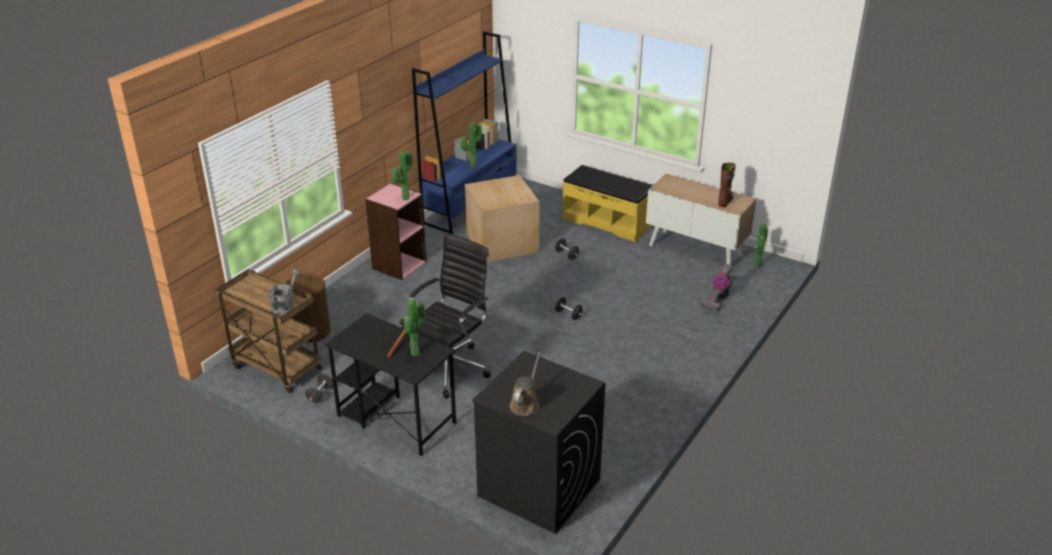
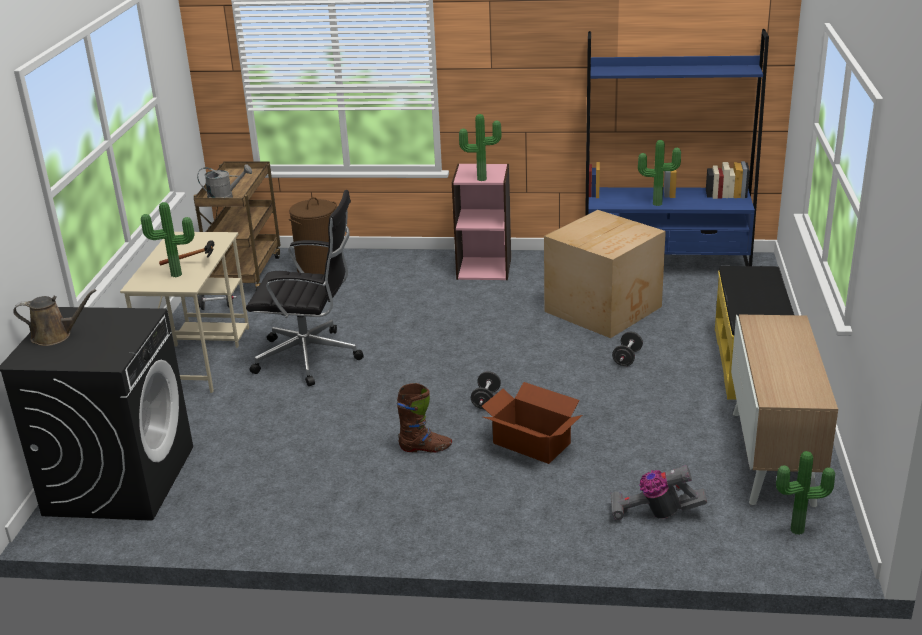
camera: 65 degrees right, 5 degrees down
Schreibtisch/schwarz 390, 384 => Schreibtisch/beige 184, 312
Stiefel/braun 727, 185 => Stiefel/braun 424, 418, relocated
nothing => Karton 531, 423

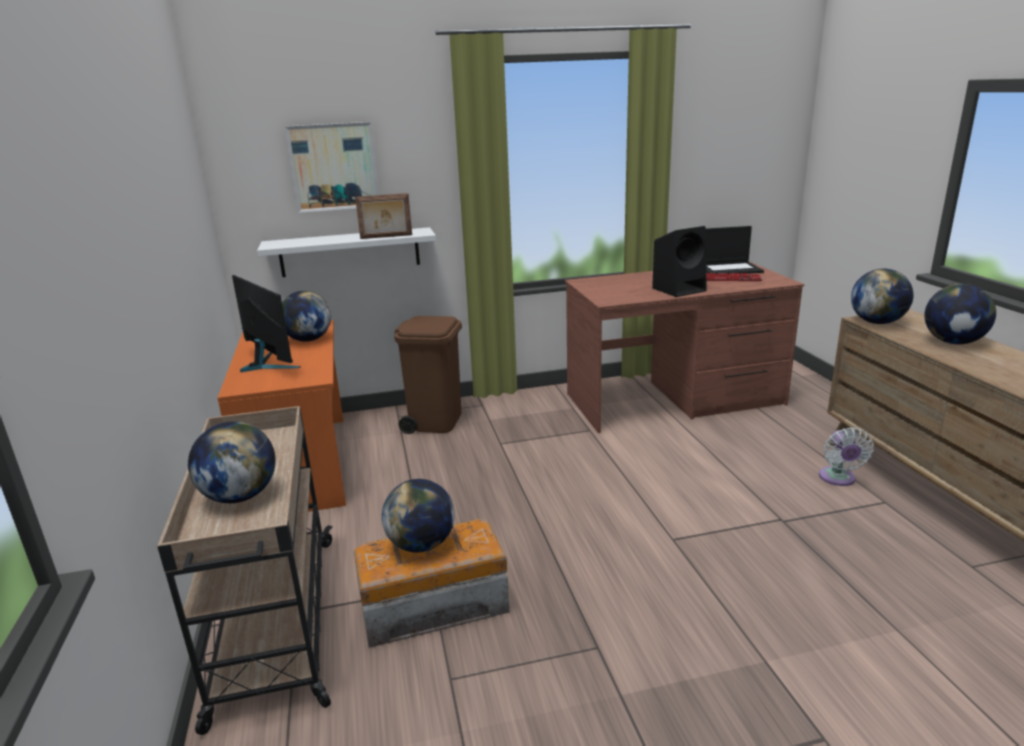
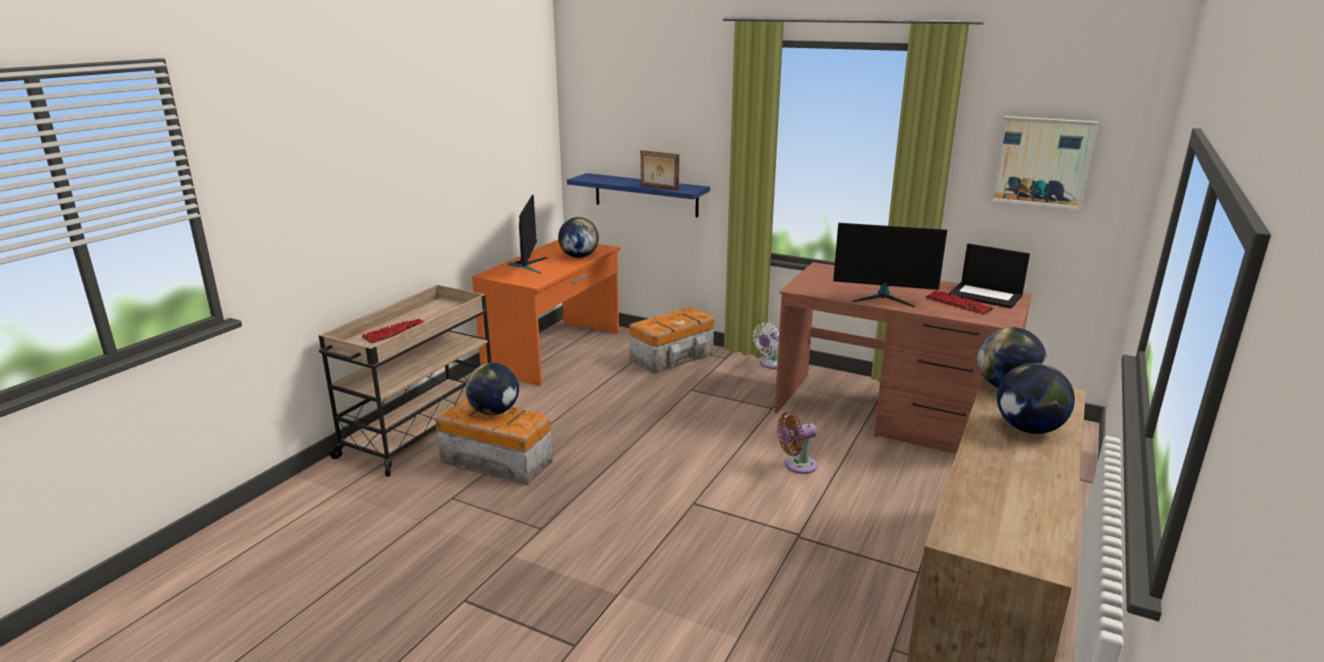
camera: 40 degrees right, 0 degrees up
Globus 232, 462 => Tastatur 392, 330
Wandregal/weiß 346, 252 => Wandregal/blau 638, 195
Bild 332, 167 => Bild 1044, 163, relocated
Mülleimer/braun 428, 375 => Aufbewahrungsbox 671, 339
Lautsprecher/schwarz 679, 261 => Monitor 890, 265
Ventilator/weiß 846, 456 => Ventilator/weiß 766, 346, relocated
nothing => Ventilator/braun 797, 443

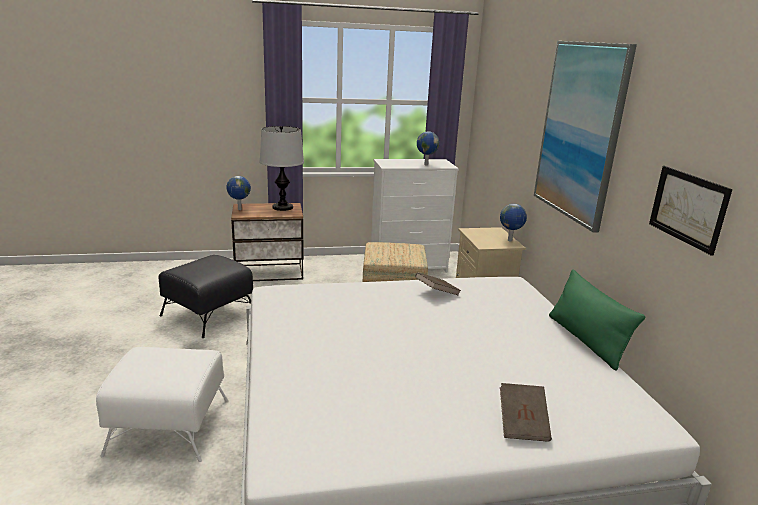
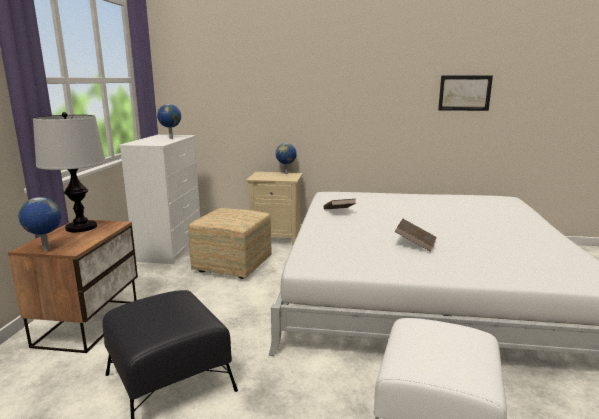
camera: 70 degrees left, 5 degrees down
Buch/braun 526, 412 => Buch/braun 416, 235, relocated
Bild 585, 136 => nothing
Kissen/grün 597, 319 => nothing

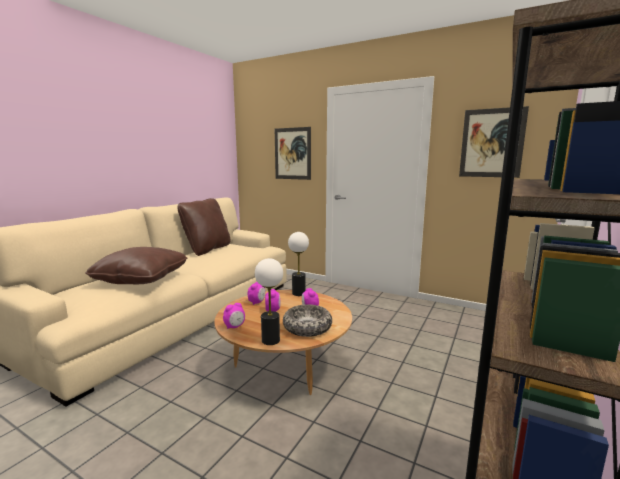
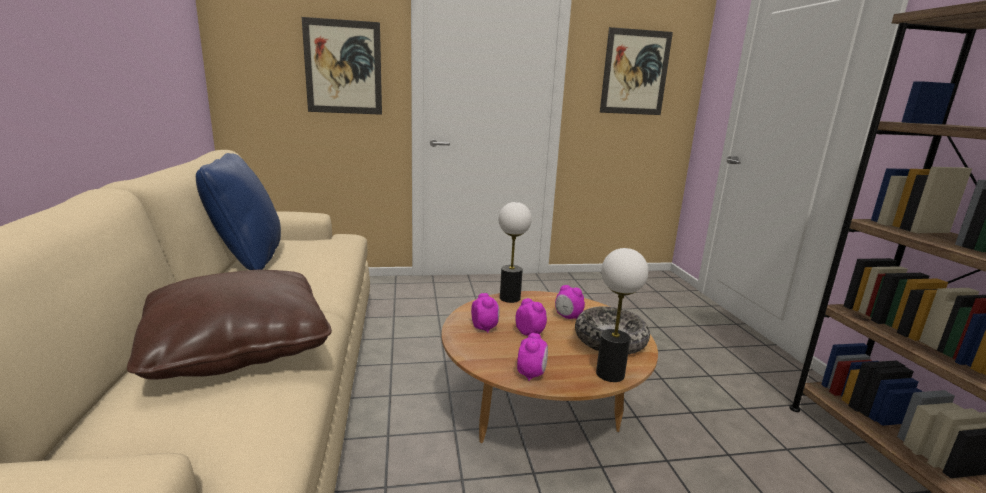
camera: 40 degrees left, 5 degrees up
Kissen/braun 204, 227 => Kissen/blau 238, 211

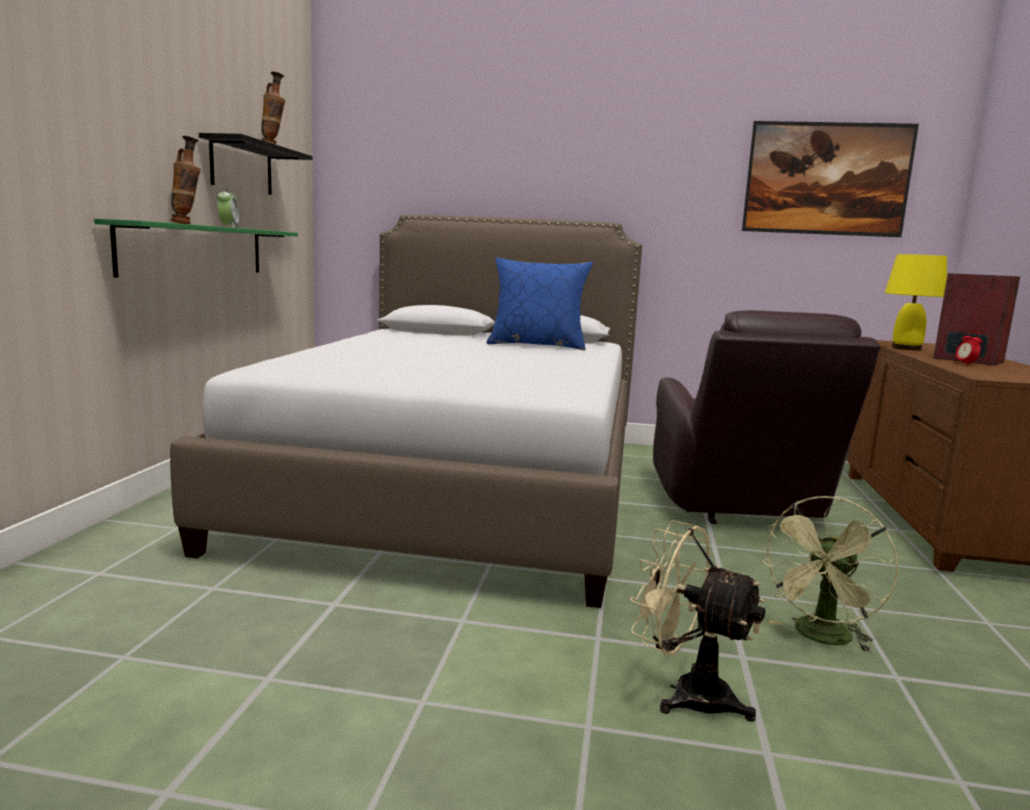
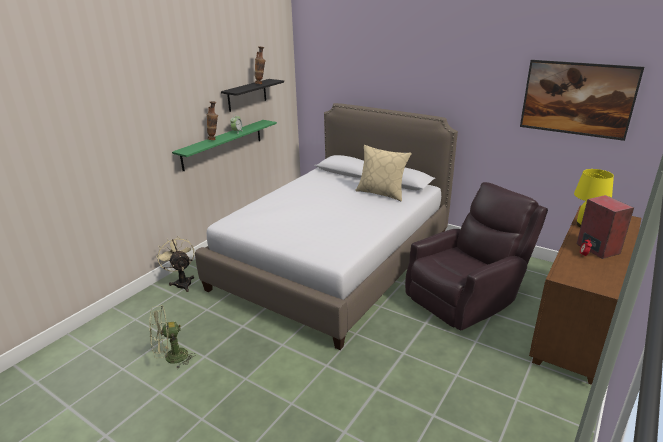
camera: 25 degrees right, 15 degrees up
Kissen/blau 540, 303 => Kissen/beige 383, 173
Ventilator/beige 697, 621 => Ventilator/beige 175, 264, relocated
Sessel/braun 766, 417 => Sessel/braun 476, 256, 150 degrees counterclockwise
Ventilator/grün 829, 574 => Ventilator/grün 172, 337, relocated

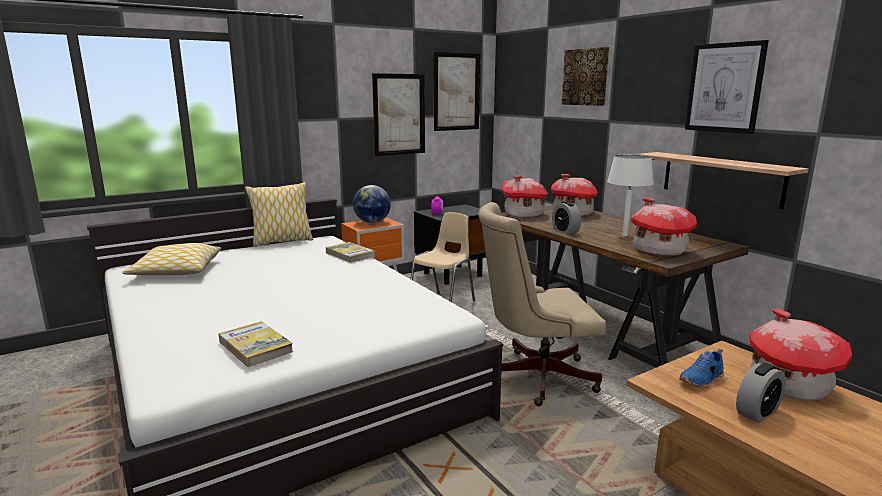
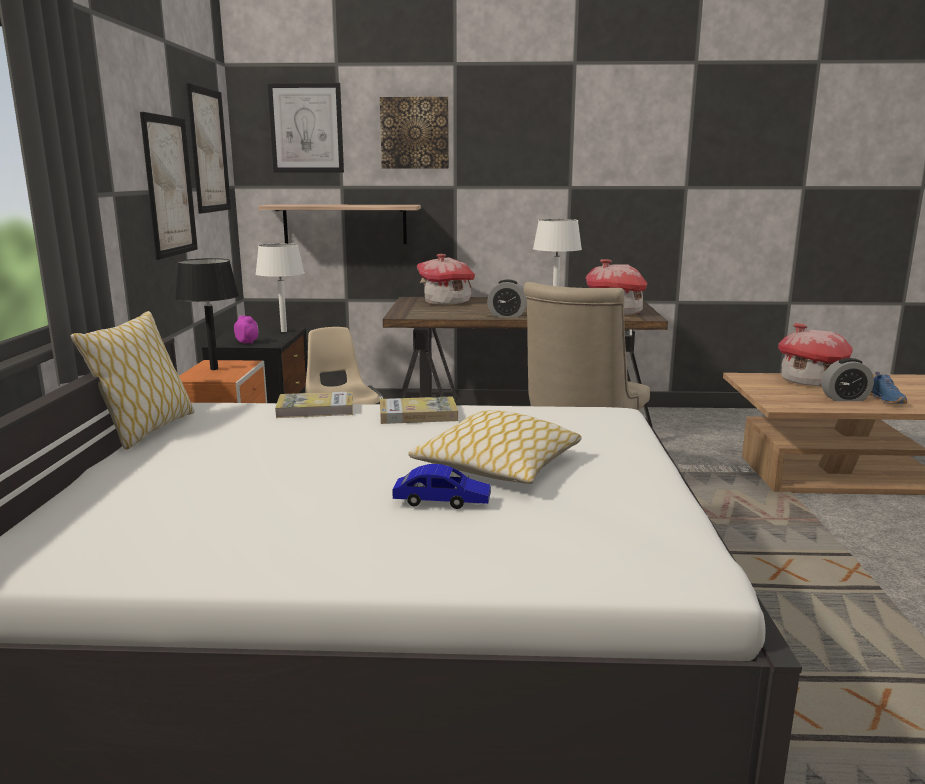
camera: 55 degrees left, 0 degrees up
Kissen 171, 259 => Kissen 495, 447, relocated
Buch 256, 344 => Buch 419, 410, relocated
Globus 372, 204 => Tischlampe/schwarz 207, 314
Spielzeughaus 524, 196 => nothing
Wandregal 723, 180 => Wandregal 339, 224, relocated
Schuh/blau 701, 368 => Schuh/blau 888, 388, relocated
Bild 727, 87 => Bild 306, 127, relocated
Wecker 761, 393 => Wecker 848, 379, 90 degrees clockwise
nothing => Tischlampe/weiß 280, 287
nothing => Spielzeugauto/blau 441, 486

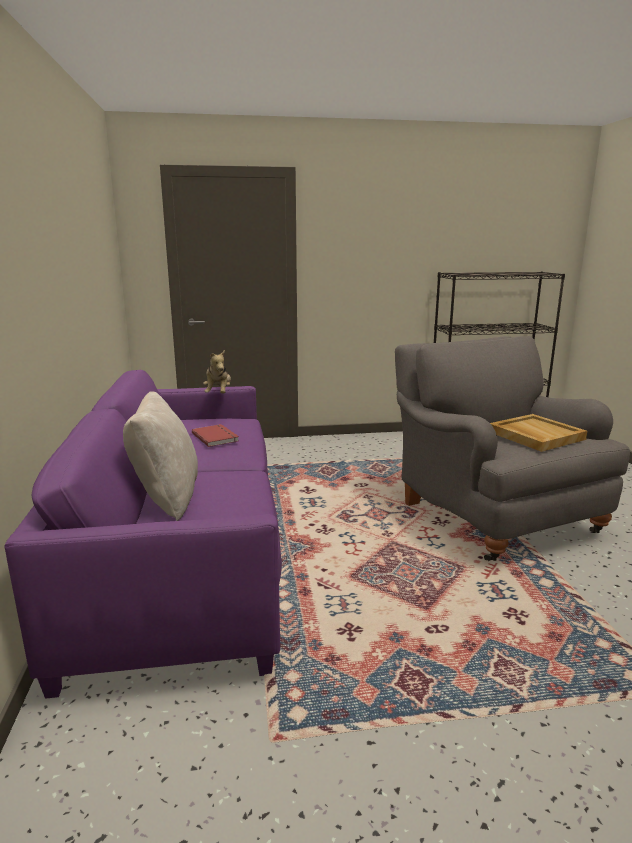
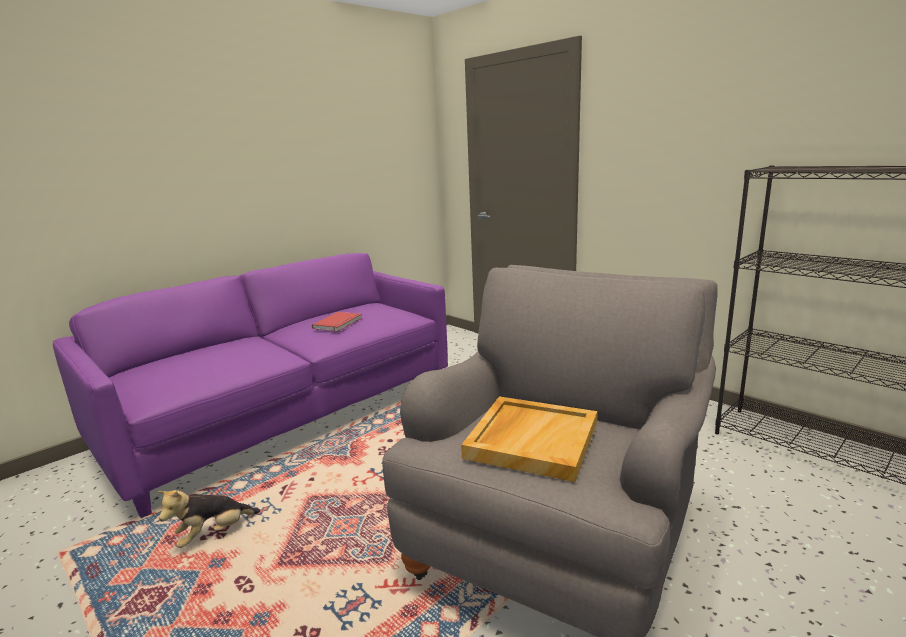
camera: 55 degrees right, 0 degrees up
Kissen/beige 160, 456 => nothing
Plüschtier 217, 371 => Plüschtier 208, 519, relocated

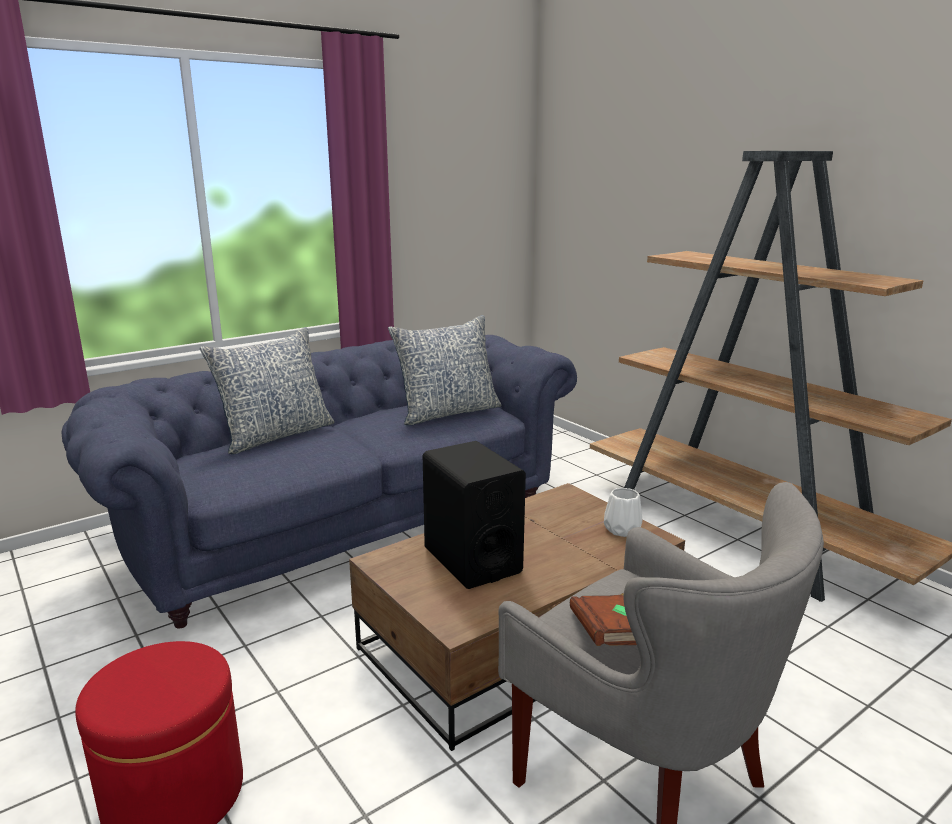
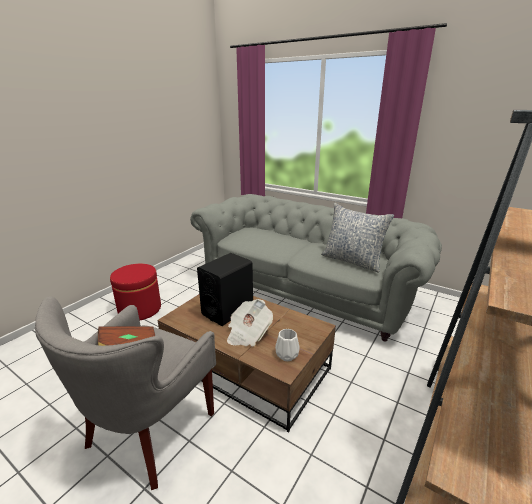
camera: 70 degrees right, 5 degrees up
Sofa/blau 319, 482 => Sofa/grau 316, 268
Kissen 267, 390 => nothing
nothing => Zeitung 250, 322

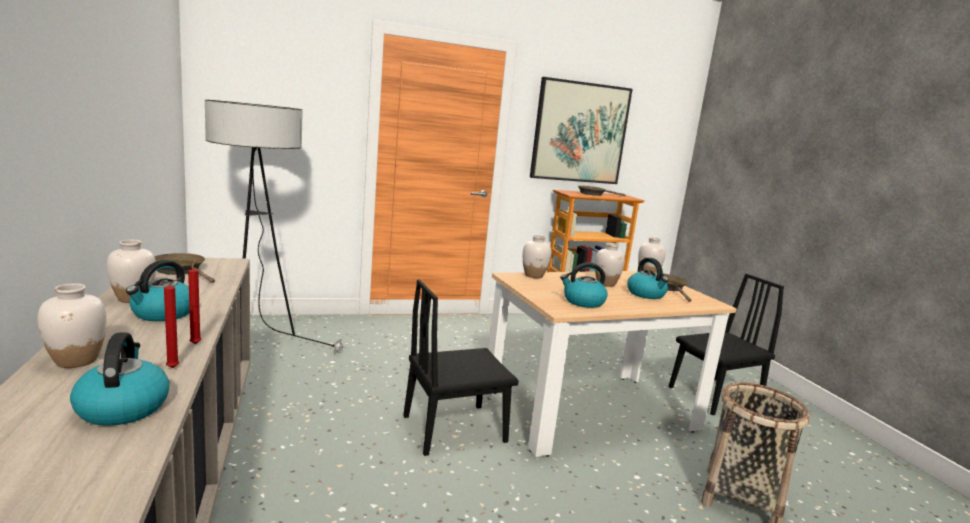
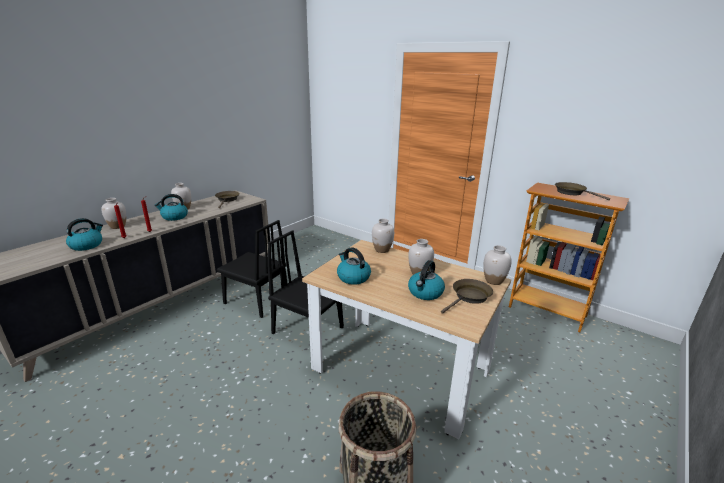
camera: 55 degrees right, 10 degrees up
Stehlampe 275, 227 => nothing
Bild 581, 130 => nothing
Stuhl/schwarz 726, 344 => Stuhl/schwarz 252, 269, relocated

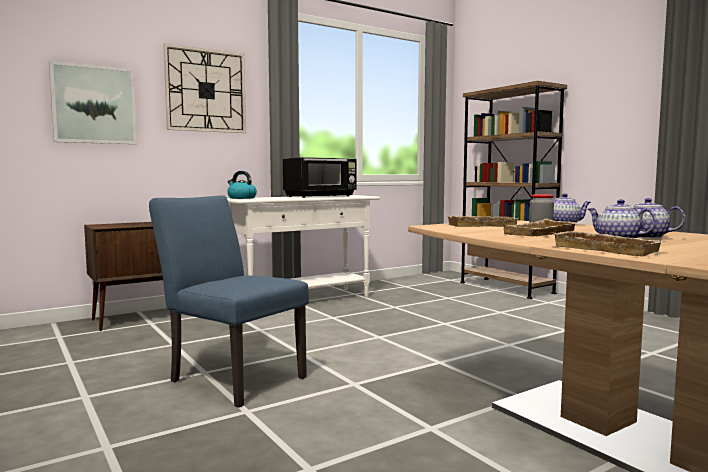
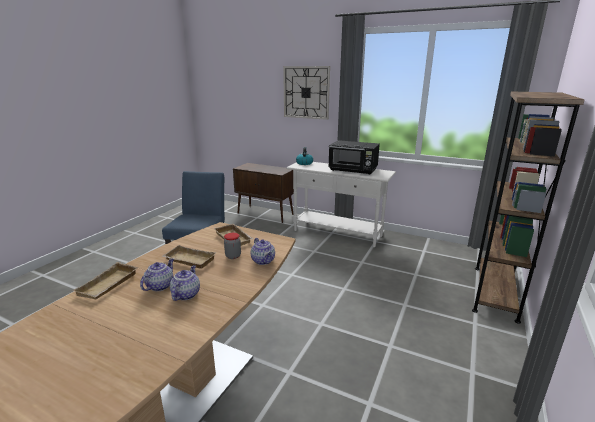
camera: 60 degrees right, 15 degrees up
Bild 93, 102 => nothing

